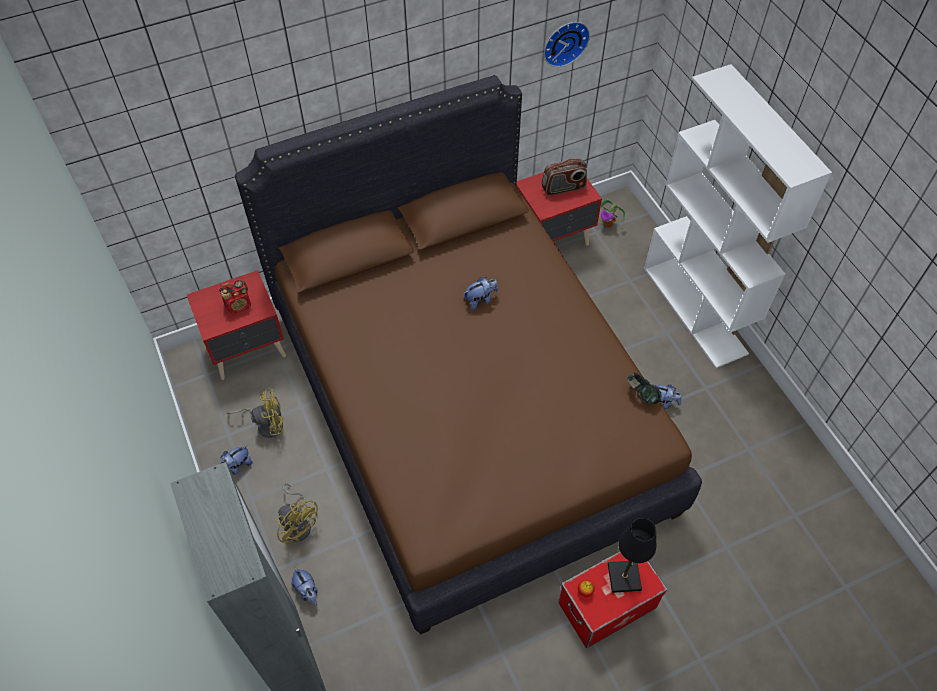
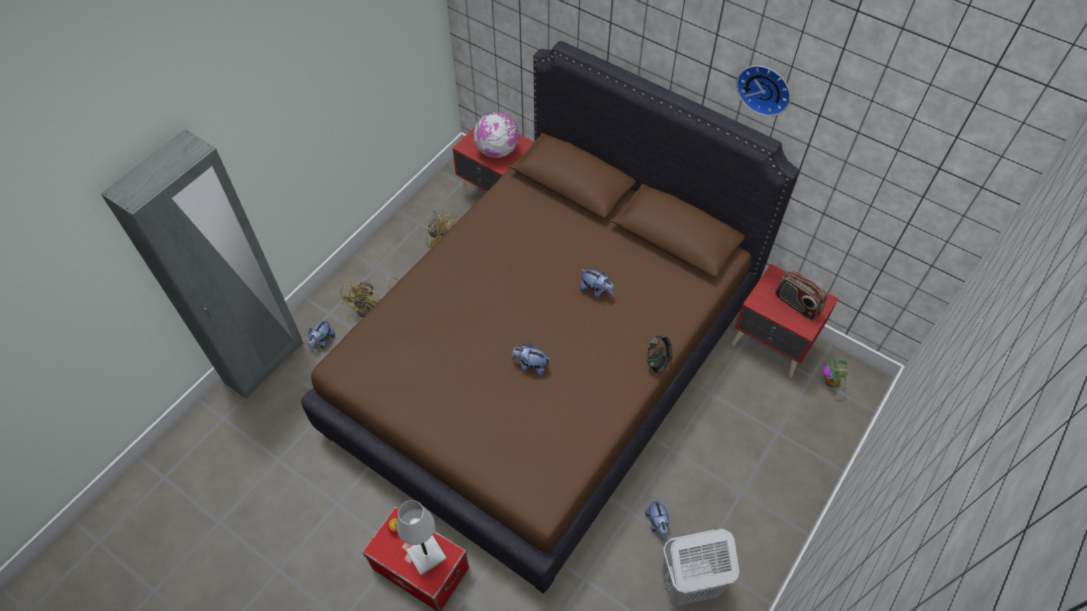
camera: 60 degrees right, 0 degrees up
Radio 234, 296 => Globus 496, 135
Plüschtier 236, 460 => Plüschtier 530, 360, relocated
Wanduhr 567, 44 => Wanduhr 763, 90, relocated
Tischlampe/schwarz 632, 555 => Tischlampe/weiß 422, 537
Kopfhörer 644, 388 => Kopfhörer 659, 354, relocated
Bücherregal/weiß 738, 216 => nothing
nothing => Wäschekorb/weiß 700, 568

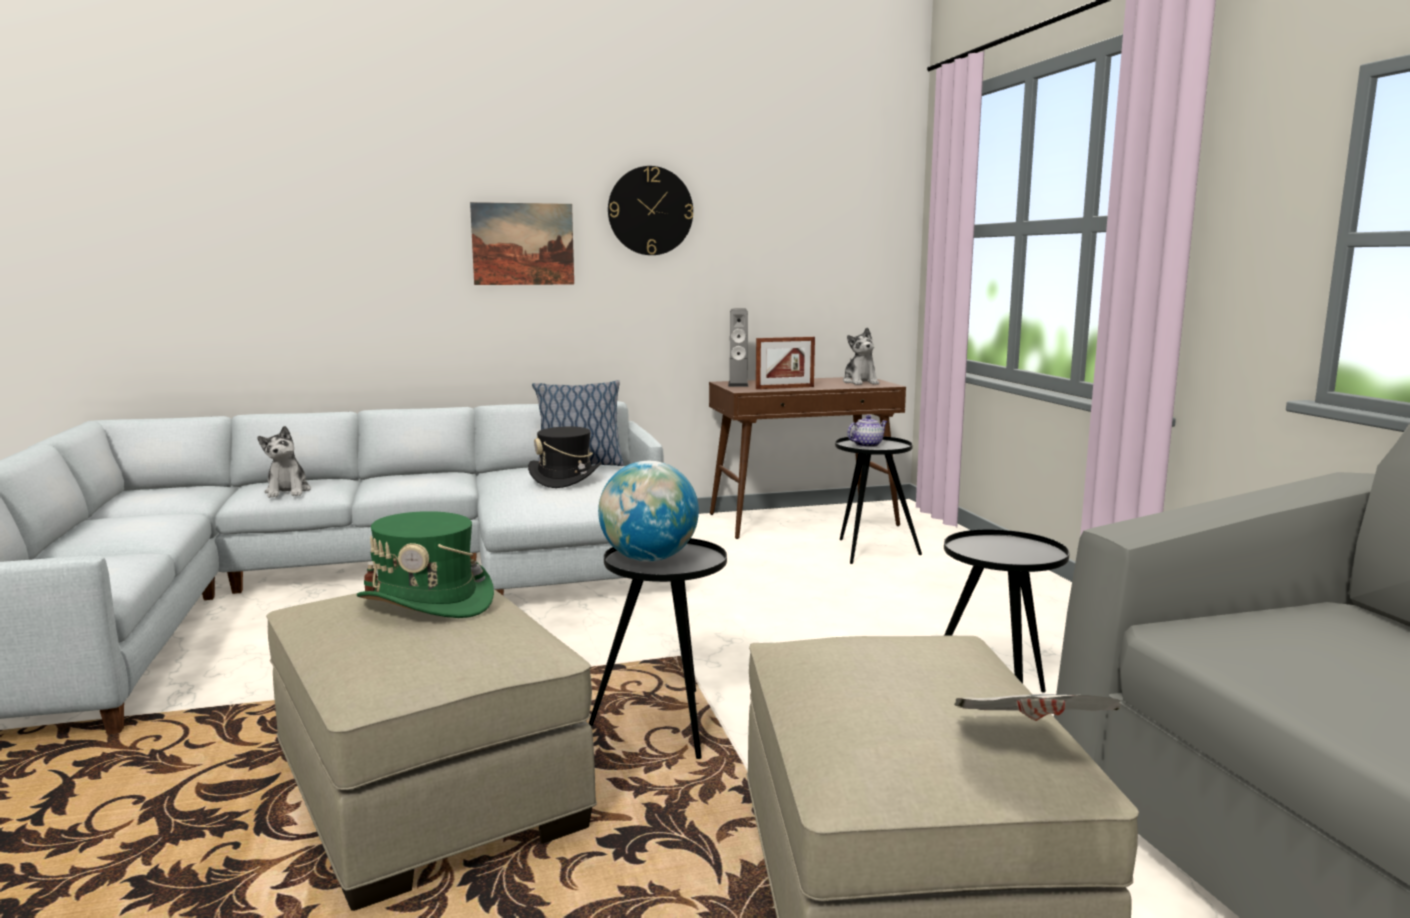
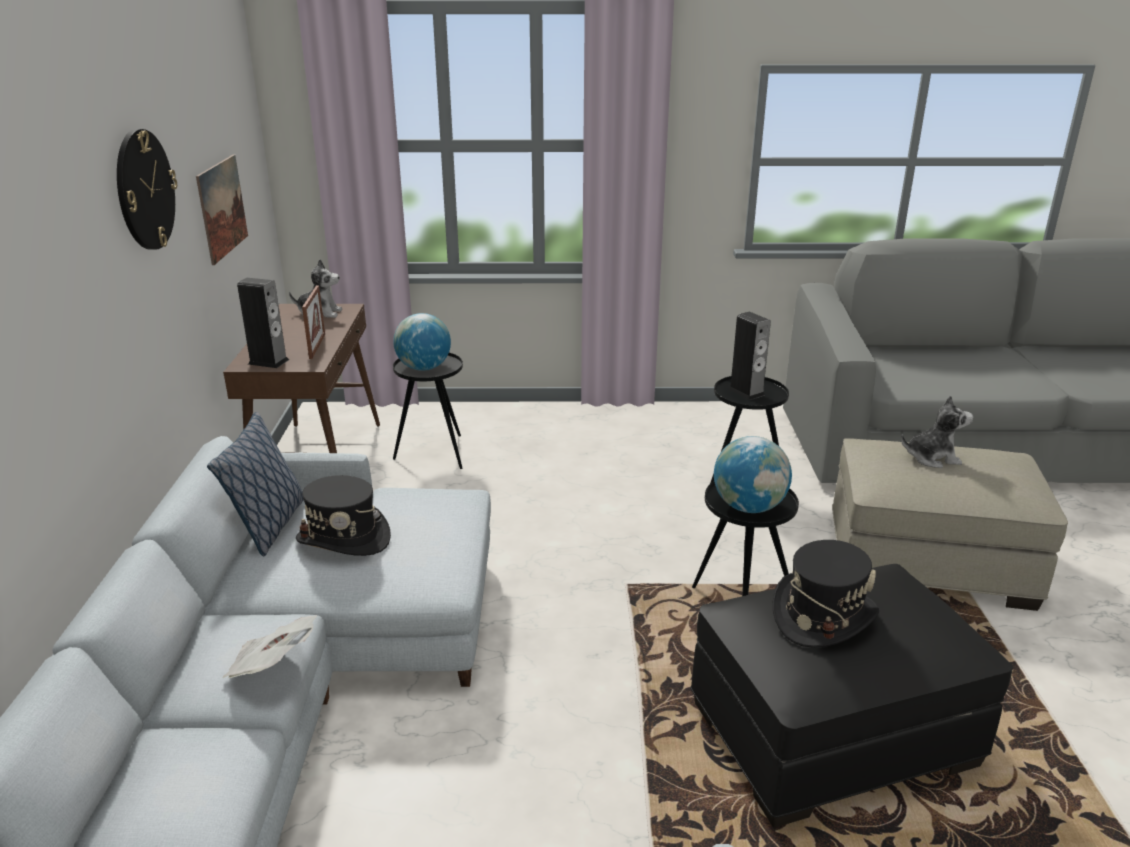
camera: 75 degrees left, 15 degrees up
Plüschtier 284, 462 => Plüschtier 937, 431, relocated
Polsterhocker/beige 431, 750 => Polsterhocker/schwarz 851, 695
Hut/grün 425, 564 => Hut/schwarz 826, 594
Bild 522, 243 => Bild 222, 210, relocated
Teekanne 867, 431 => Globus 422, 342
Zeitung 1038, 707 => Zeitung 269, 646, relocated
nothing => Lautsprecher 749, 356

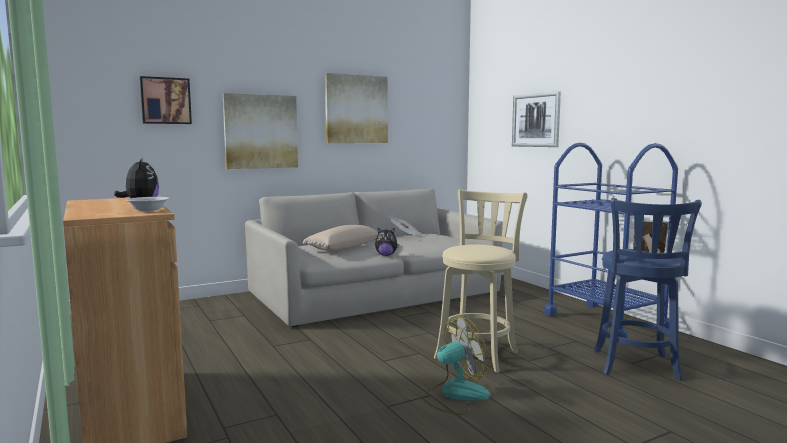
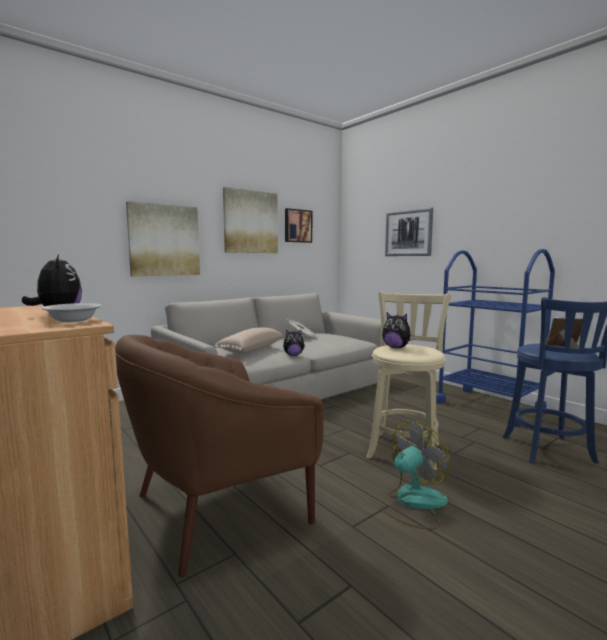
camera: 10 degrees left, 0 degrees up
Bild 166, 100 => Bild 298, 225, relocated
nothing => Sessel/braun 219, 456
nothing => Plüschtier 398, 330

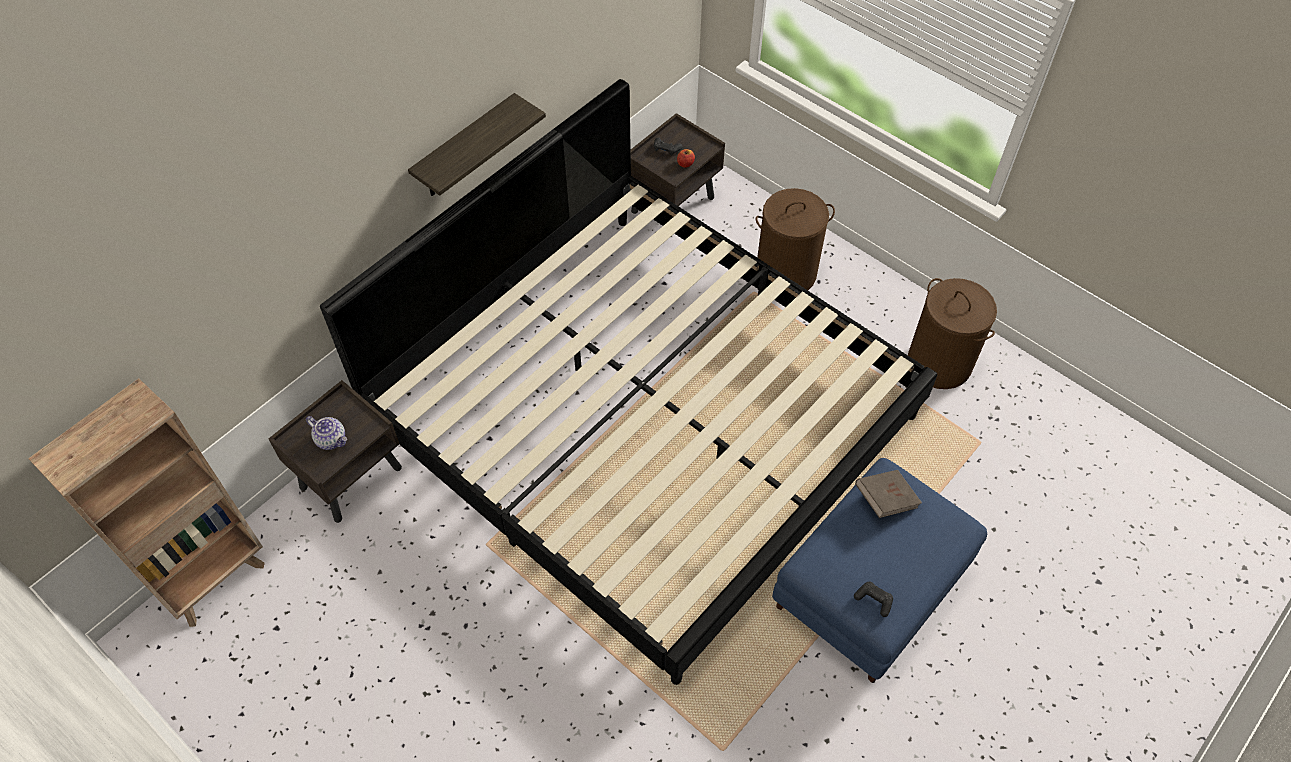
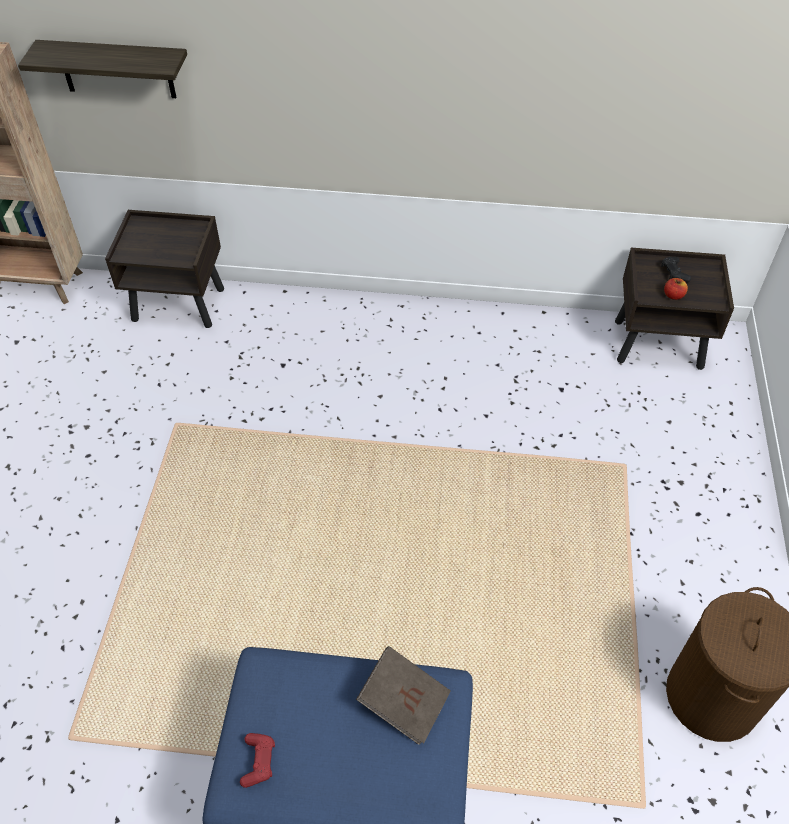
camera: 55 degrees right, 5 degrees down
Teekanne 326, 433 => nothing
Bett 628, 382 => nothing
Wandregal 477, 144 => Wandregal 102, 69, relocated
Wäschekorb/braun 795, 239 => nothing
Gamepad/schwarz 873, 599 => Gamepad/rot 257, 760

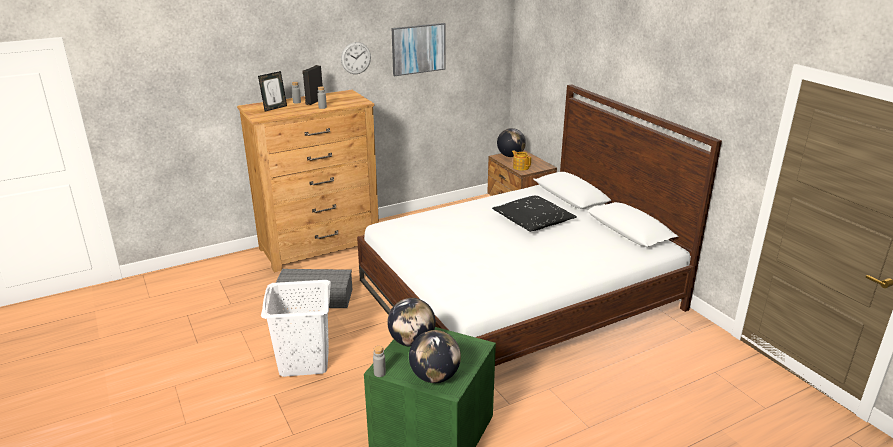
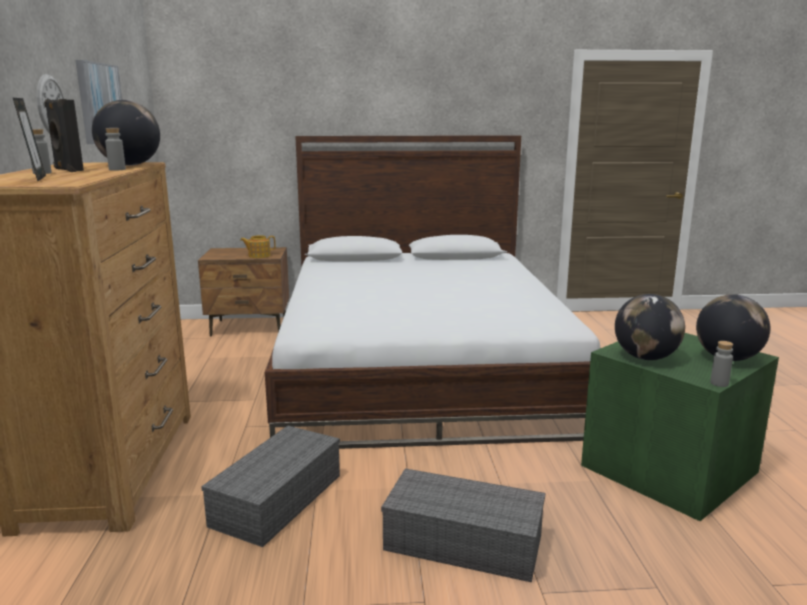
camera: 65 degrees left, 10 degrees down
Wäschekorb/weiß 296, 328 => Aufbewahrungsbox/grau 463, 525
Kissen/schwarz 534, 214 => nothing
Globus 511, 142 => Globus 126, 133, relocated

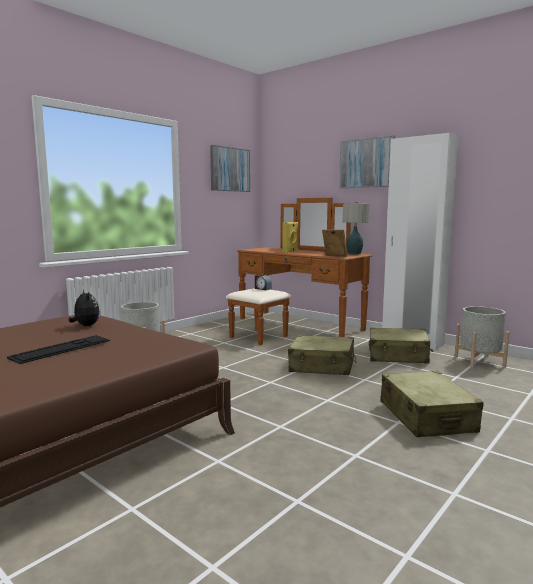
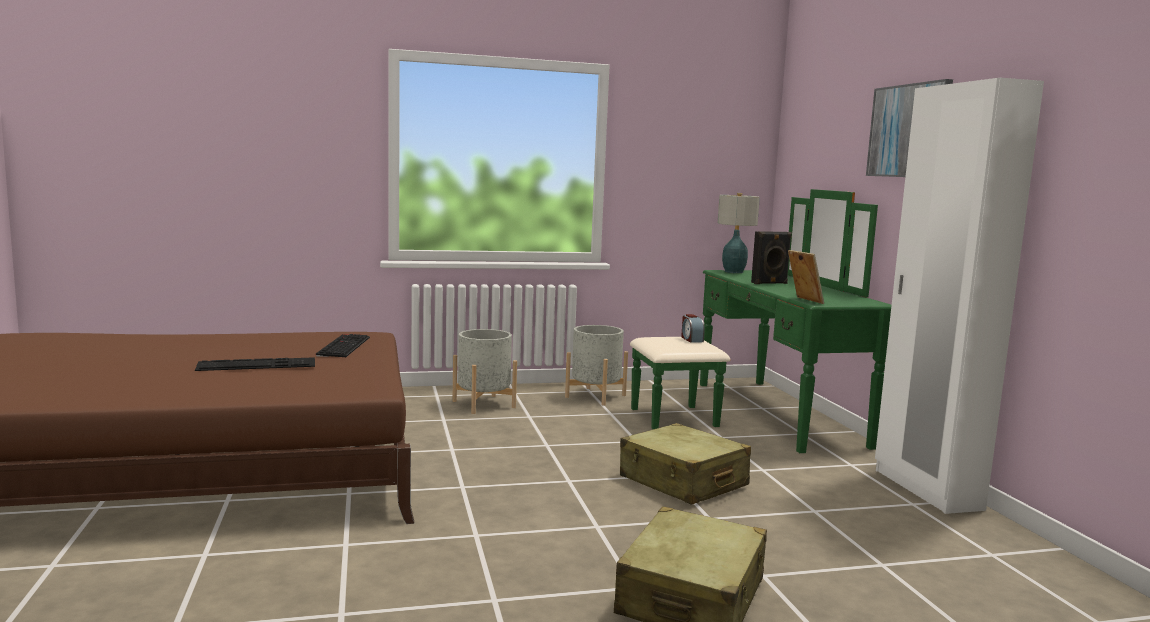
camera: 35 degrees right, 0 degrees up
Plüschtier 84, 307 => Tastatur 343, 345
Bild 230, 168 => nothing
Kommode/braun 299, 271 => Kommode/grün 761, 321
Lautsprecher/gelb 290, 237 => Lautsprecher/schwarz 771, 257
Tischlampe 356, 228 => Tischlampe 739, 233, relocated
Koffer/beige 401, 345 => nothing
Pflanzkübel/grau 482, 337 => Pflanzkübel/grau 596, 365, relocated

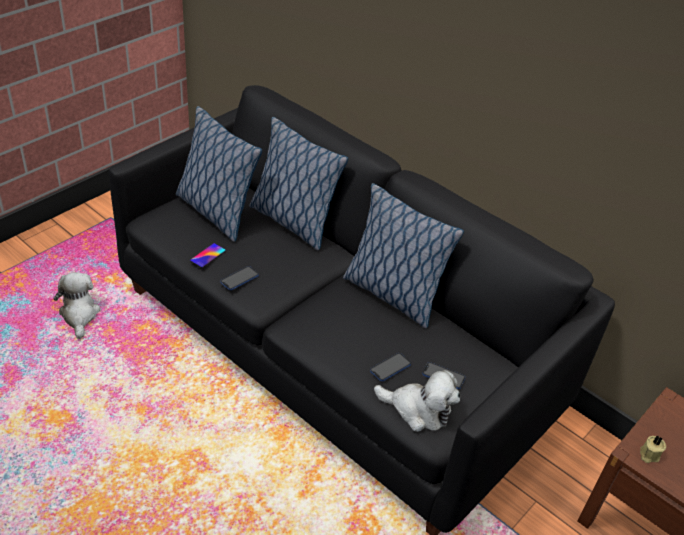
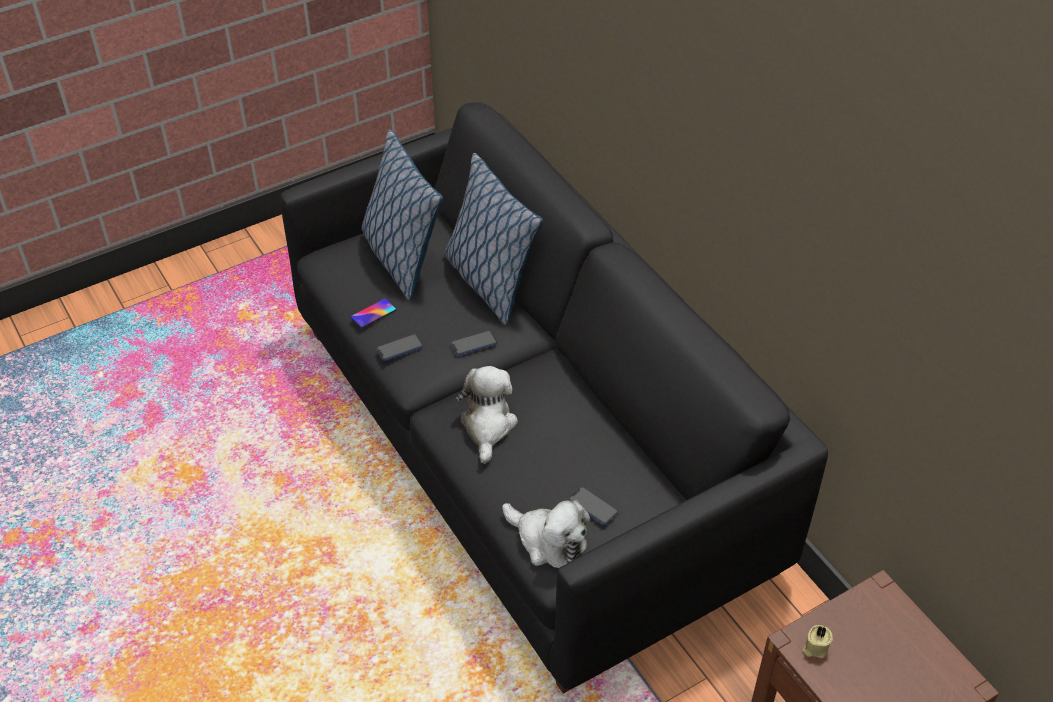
camera: 20 degrees right, 5 degrees up
Plüschtier 77, 305 => Plüschtier 487, 415, relocated
Kissen 403, 255 => nothing
Handy 390, 367 => Handy 473, 343, relocated

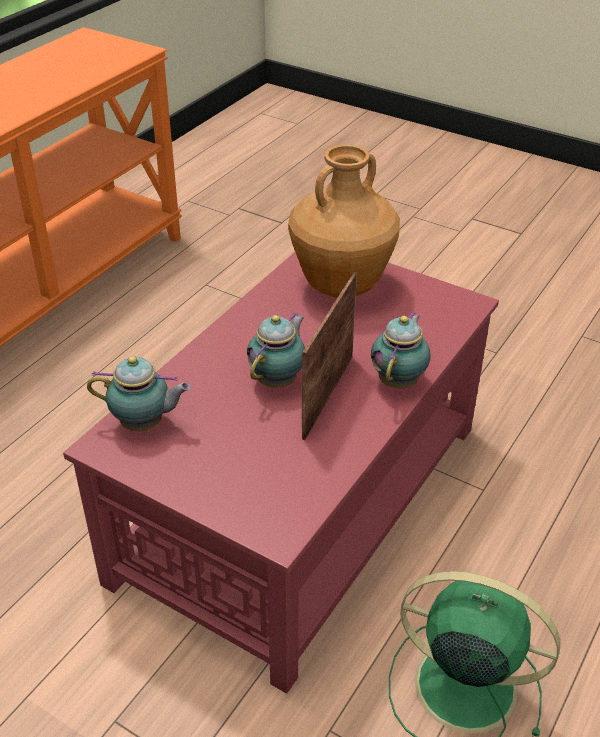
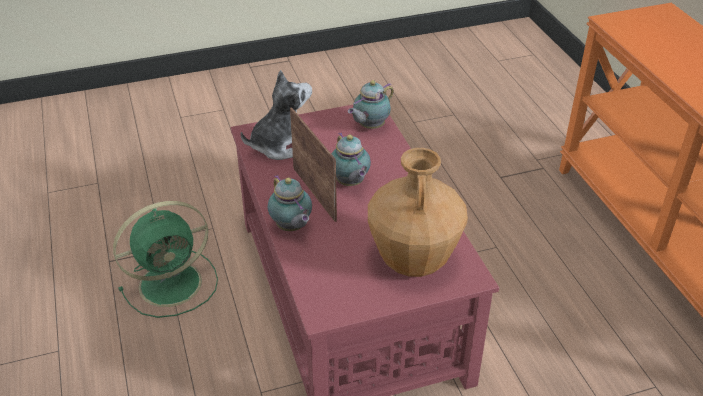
camera: 130 degrees right, 0 degrees up
nothing => Plüschtier 276, 115

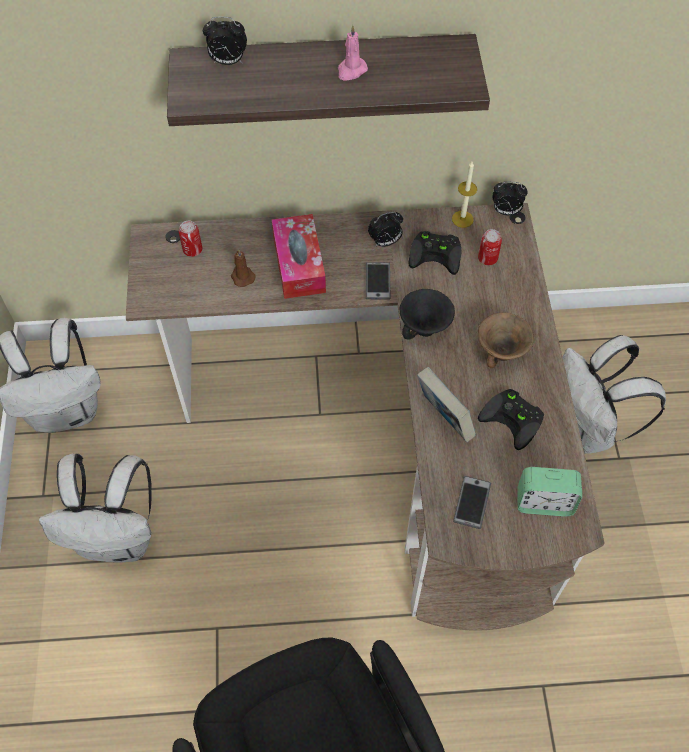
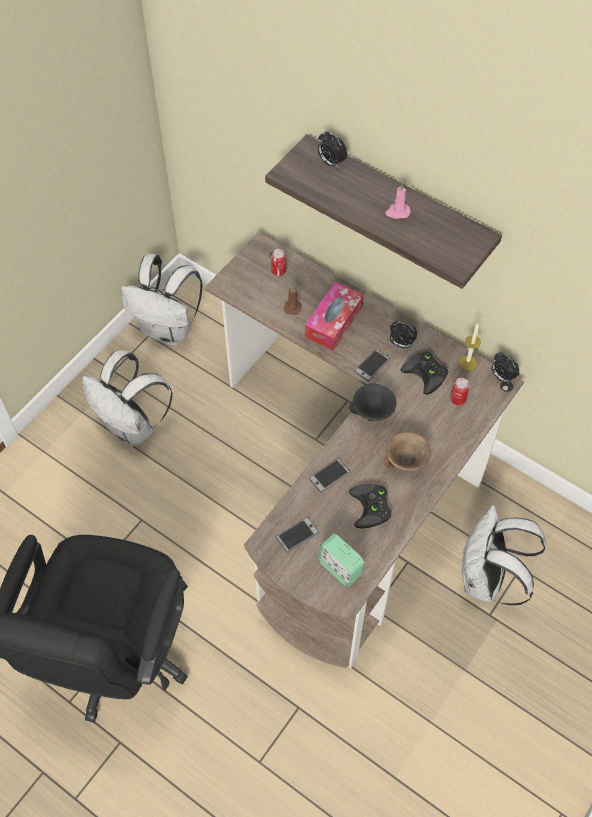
camera: 40 degrees right, 0 degrees up
Buch 446, 404 => Handy 329, 475

